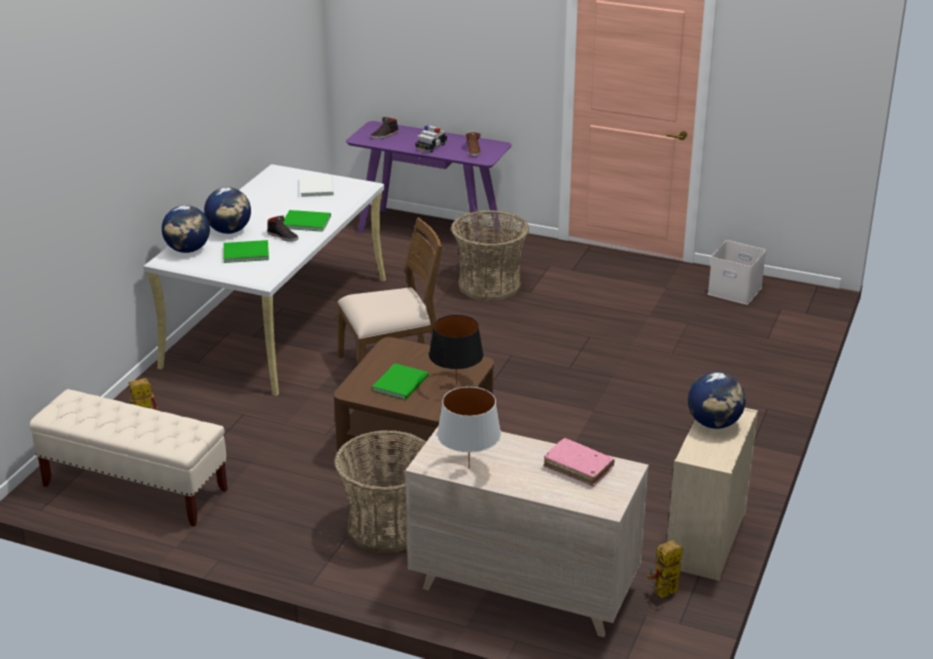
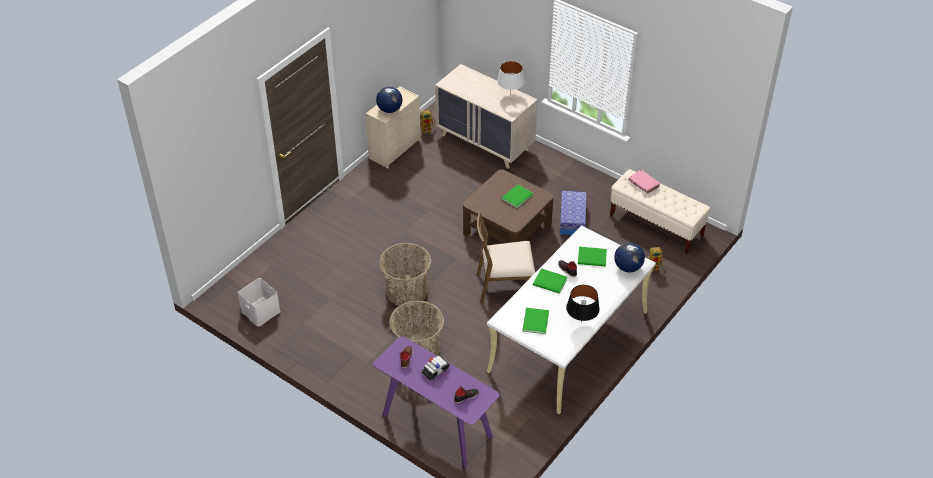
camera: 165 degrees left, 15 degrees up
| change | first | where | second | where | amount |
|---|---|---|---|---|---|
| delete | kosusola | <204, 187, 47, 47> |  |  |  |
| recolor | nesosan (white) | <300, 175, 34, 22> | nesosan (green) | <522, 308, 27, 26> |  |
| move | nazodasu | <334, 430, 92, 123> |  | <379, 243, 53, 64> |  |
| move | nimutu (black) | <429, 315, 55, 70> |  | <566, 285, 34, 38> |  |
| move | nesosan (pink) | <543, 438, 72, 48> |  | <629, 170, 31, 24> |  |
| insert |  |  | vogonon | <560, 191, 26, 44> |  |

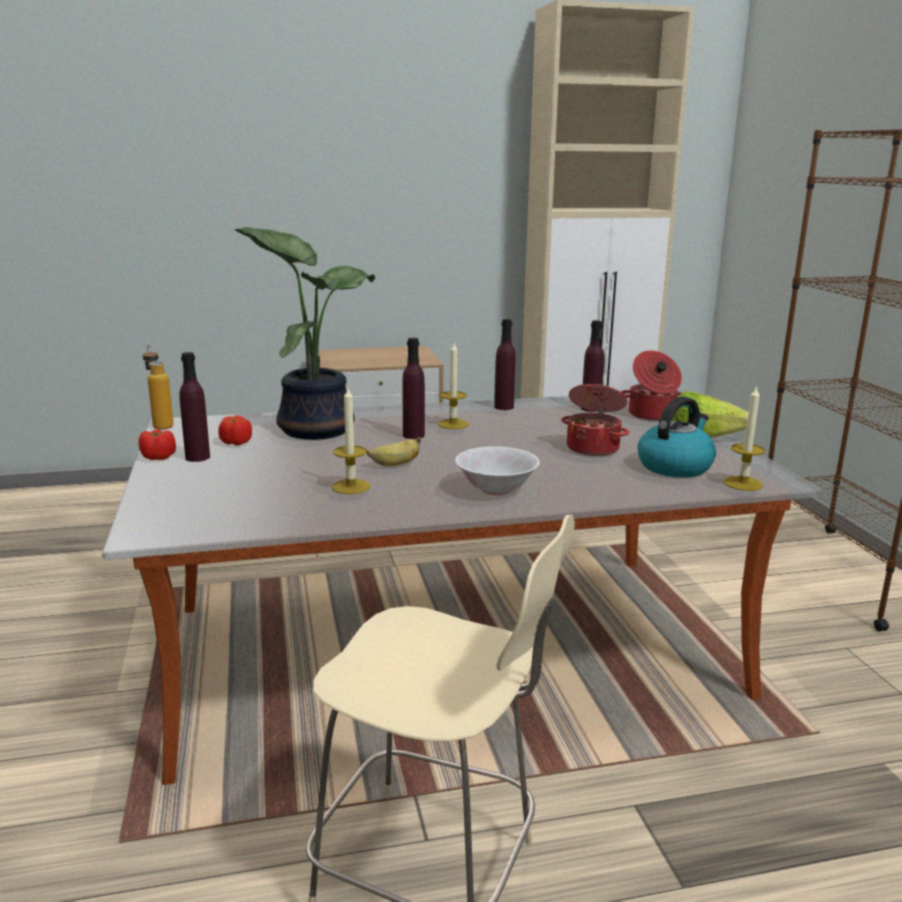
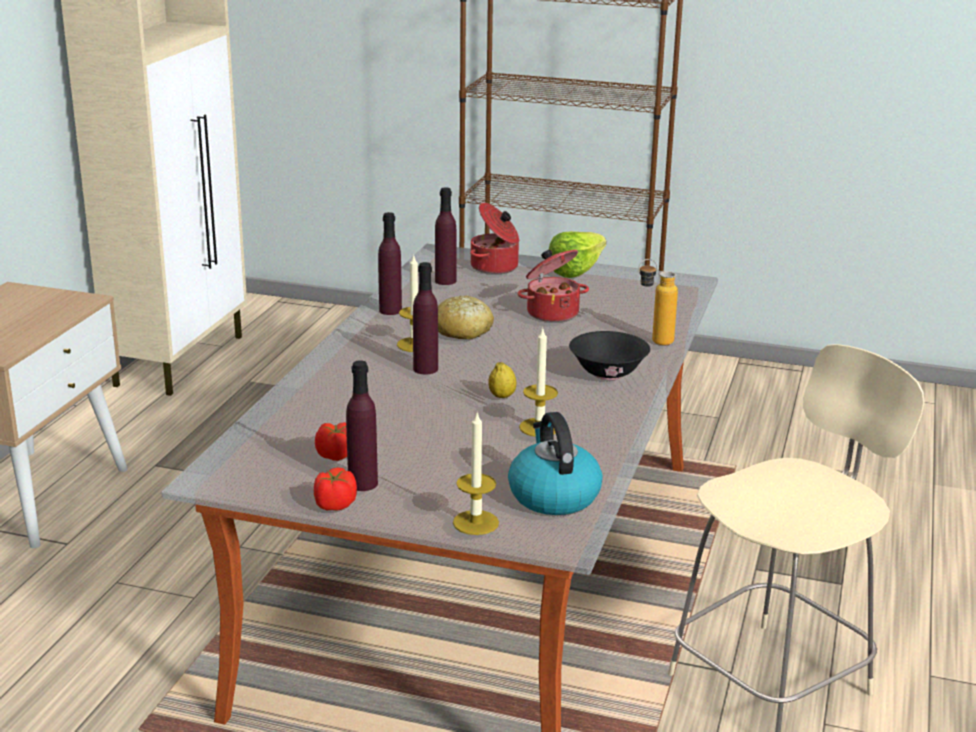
camera: 60 degrees left, 5 degrees up
| change | first | where | second | where | amount |
|---|---|---|---|---|---|
| move | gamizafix | <143, 345, 31, 84> |  | <638, 259, 40, 86> |  |
| delete | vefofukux | <234, 227, 141, 213> |  |  |  |
| replace | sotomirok | <367, 437, 54, 29> | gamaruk | <488, 362, 28, 36> |  |
| recolor | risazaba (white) | <455, 446, 85, 49> | risazaba (black) | <569, 331, 81, 49> |  |
| move | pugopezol | <637, 396, 79, 82> |  | <508, 412, 95, 103> |  |
| move | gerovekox | <724, 385, 41, 106> |  | <453, 411, 46, 124> |  |
| insert |  |  | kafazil | <438, 295, 56, 44> |  |

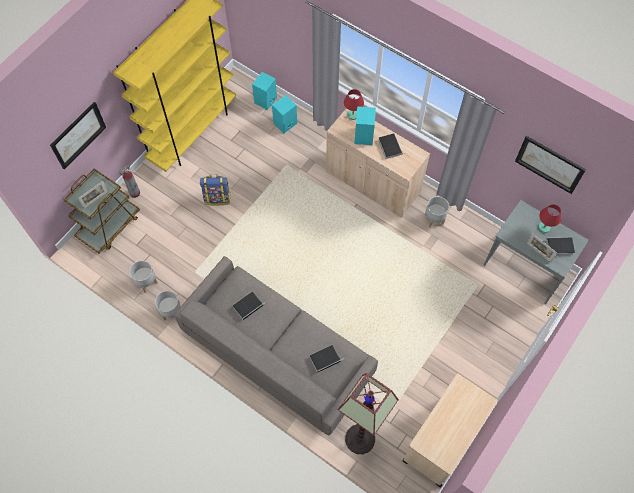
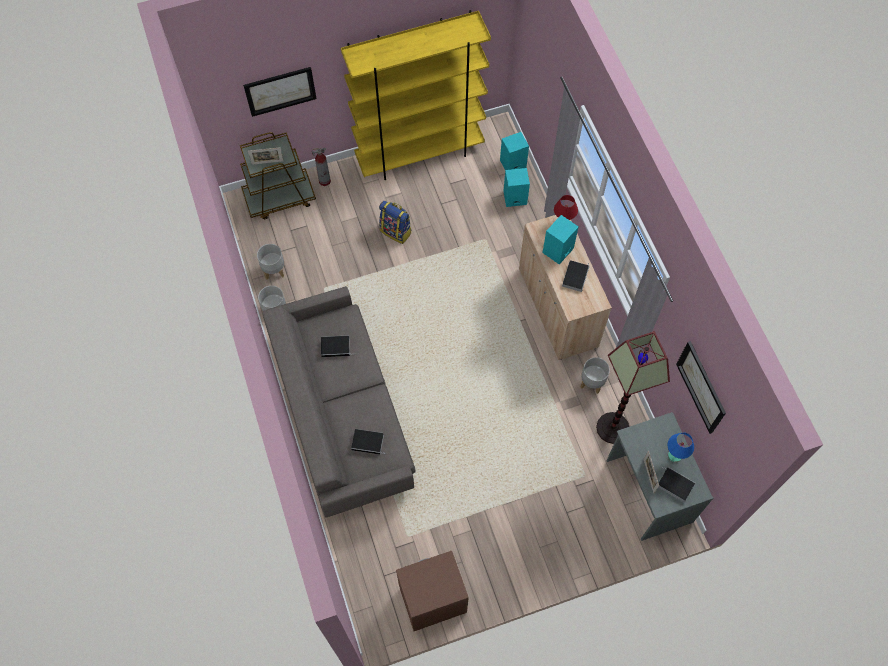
camera: 35 degrees right, 0 degrees up
| change | first | where | second | where | amount |
|---|---|---|---|---|---|
| move | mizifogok | <337, 373, 62, 81> |  | <596, 331, 74, 113> |  |
| replace | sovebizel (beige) | <402, 373, 96, 115> | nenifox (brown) | <396, 551, 73, 80> |  |
| recolor | nimutu (red) | <538, 204, 23, 29> | nimutu (blue) | <667, 432, 27, 30> |  |

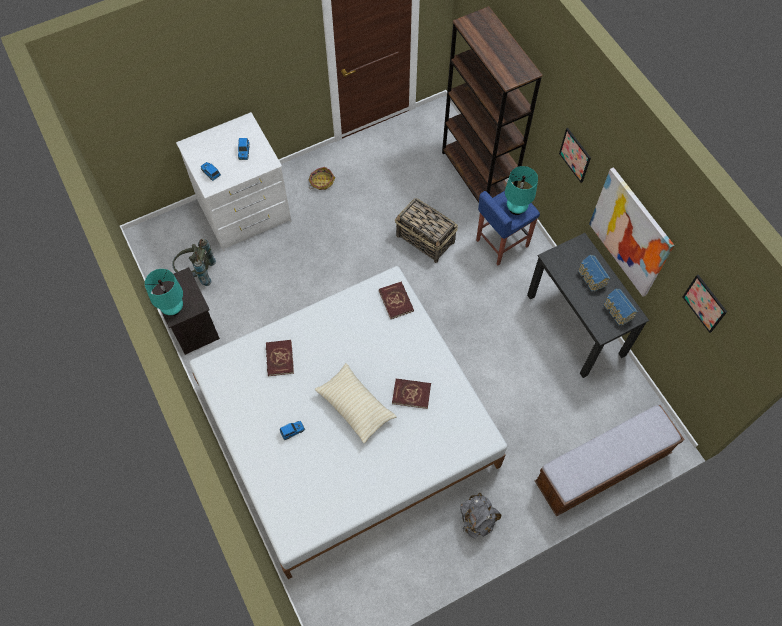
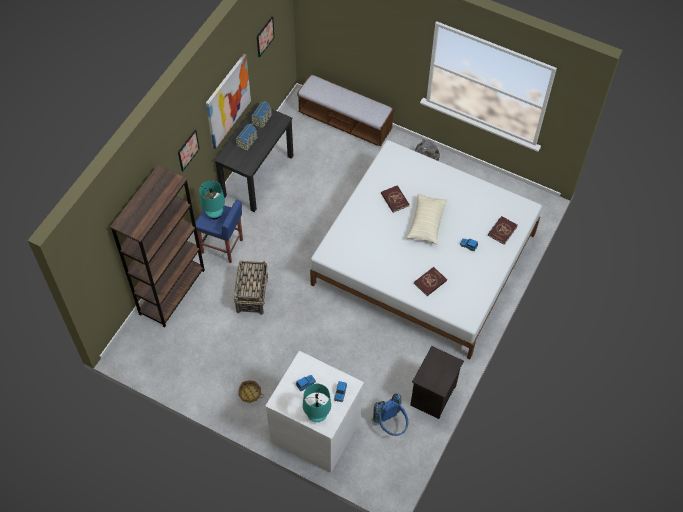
camera: 125 degrees left, 5 degrees down
| change | first | where | second | where | amount |
|---|---|---|---|---|---|
| move | nimutu (turquoise) | <145, 269, 38, 47> |  | <303, 384, 28, 38> |  |
| recolor | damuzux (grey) | <172, 239, 44, 47> | damuzux (blue) | <371, 393, 37, 43> |  |
| move | nesosan (red) | <379, 282, 35, 37> |  | <488, 216, 30, 29> |  |

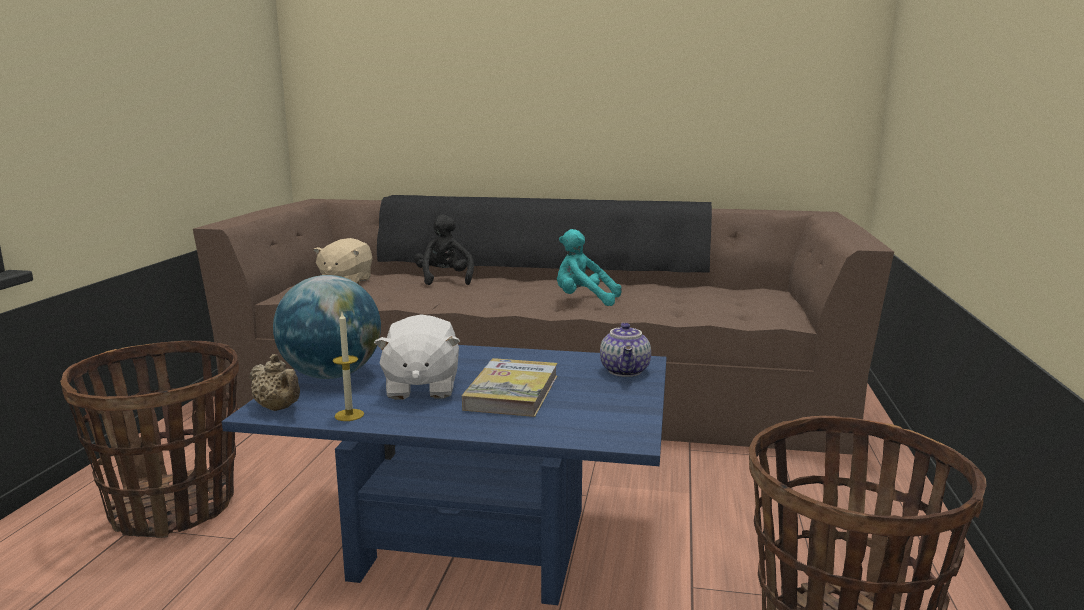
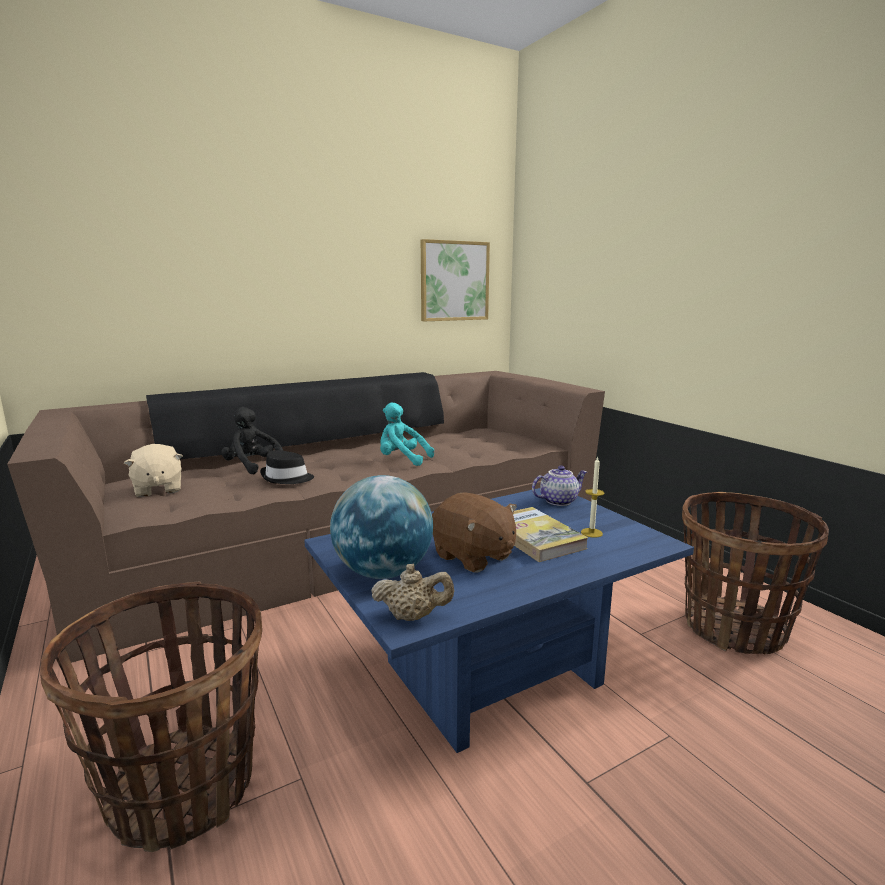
camera: 40 degrees left, 0 degrees up
| change | first | where | second | where | amount |
|---|---|---|---|---|---|
| move | gerovekox | <333, 312, 31, 109> |  | <581, 456, 23, 82> |  |
| recolor | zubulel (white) | <374, 314, 86, 86> | zubulel (brown) | <432, 492, 85, 81> |  |
| rotate | zubulel (turquoise) | <557, 229, 65, 77> |  | <380, 402, 54, 64> | 45 degrees clockwise |
| rotate | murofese | <600, 323, 51, 54> |  | <532, 466, 55, 40> | 75 degrees counterclockwise |
| insert |  |  | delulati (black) | <260, 450, 54, 34> |  |
| insert |  |  | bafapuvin | <421, 239, 69, 82> |  |

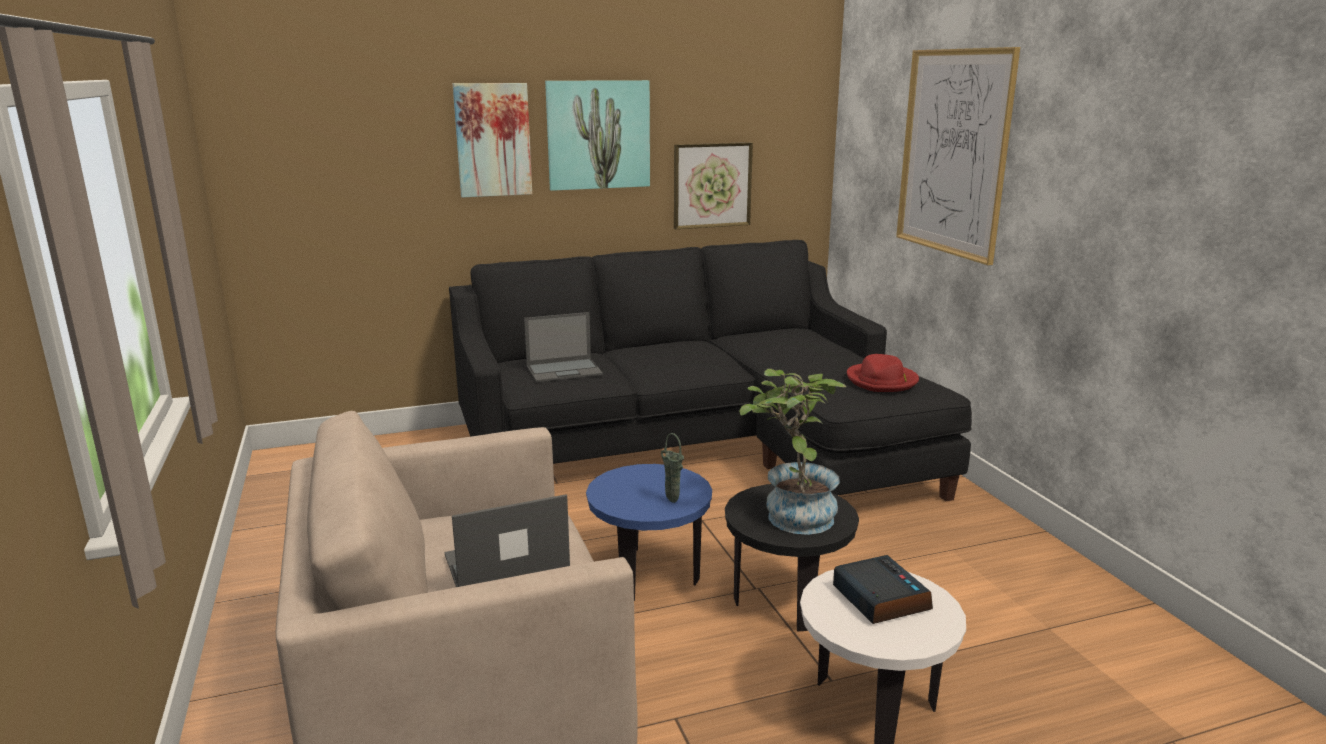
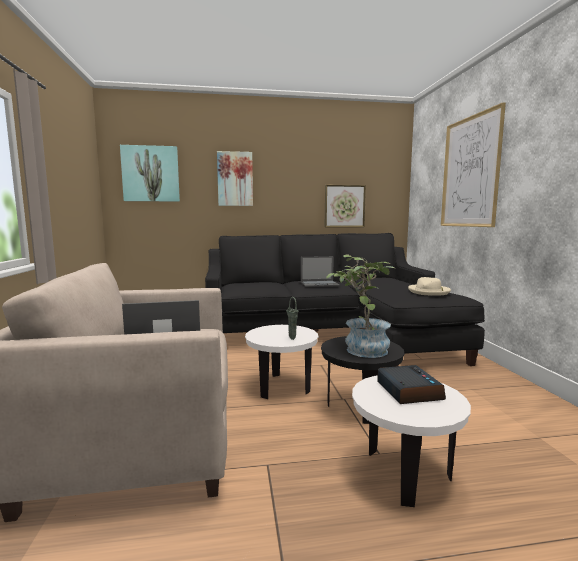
camera: 10 degrees right, 10 degrees down
| change | first | where | second | where | amount |
|---|---|---|---|---|---|
| move | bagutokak | <524, 312, 79, 70> |  | <301, 256, 39, 31> |  |
| move | bafapuvin | <545, 80, 105, 111> |  | <120, 145, 60, 57> |  |
| recolor | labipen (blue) | <586, 464, 126, 137> | labipen (white) | <245, 325, 73, 74> |  |
| recolor | delulati (red) | <847, 354, 72, 38> | delulati (beige) | <408, 277, 43, 19> |  |

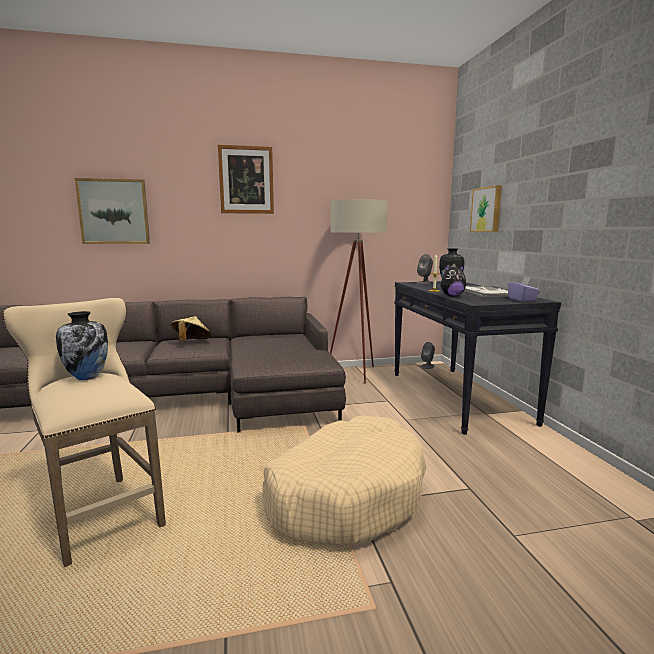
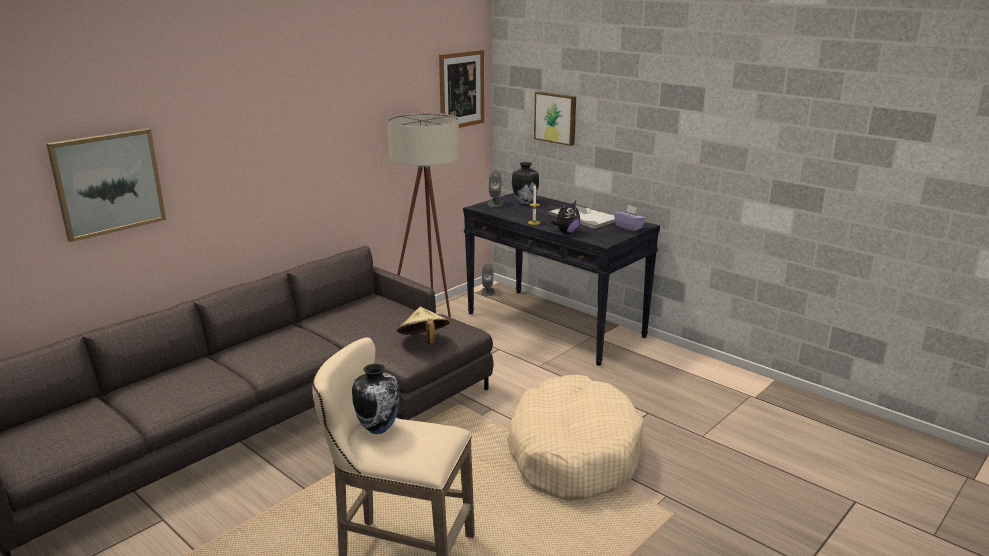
camera: 35 degrees left, 10 degrees up
| change | first | where | second | where | amount |
|---|---|---|---|---|---|
| move | delulati (beige) | <171, 316, 40, 25> |  | <397, 307, 53, 37> |  |
| move | bafapuvin | <218, 145, 56, 69> |  | <439, 50, 45, 78> |  |

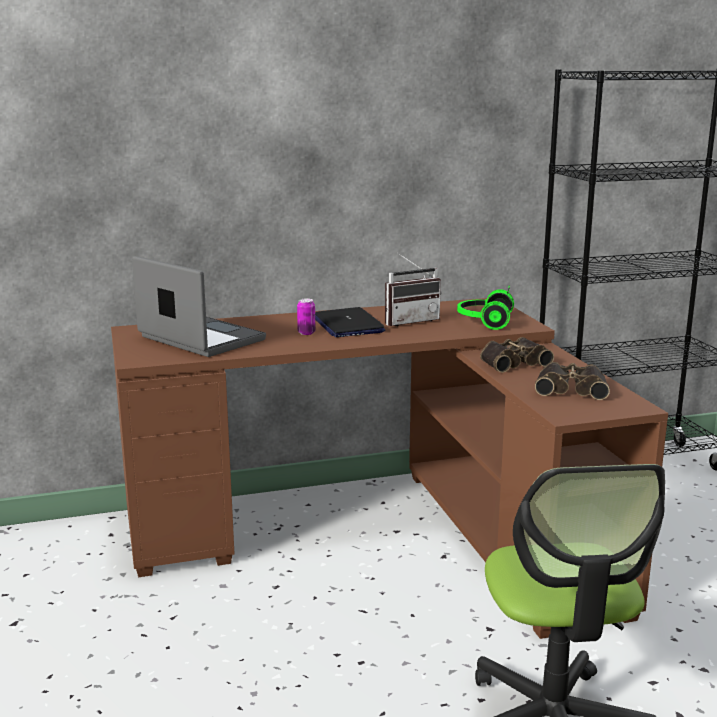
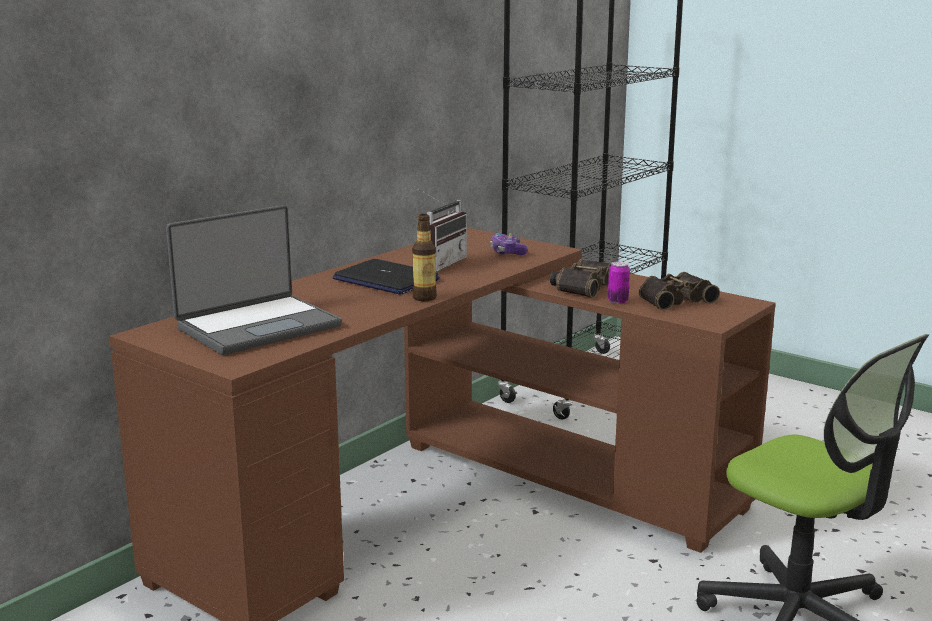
camera: 35 degrees left, 0 degrees up
| change | first | where | second | where | amount |
|---|---|---|---|---|---|
| rotate | bagutokak | <132, 256, 134, 101> |  | <166, 205, 176, 150> | 135 degrees clockwise |
| move | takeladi | <297, 299, 18, 36> |  | <608, 261, 22, 43> |  |
| replace | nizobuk | <457, 285, 57, 45> | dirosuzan | <490, 233, 38, 22> |  |
| insert |  |  | gamizafix | <412, 214, 25, 87> |  |

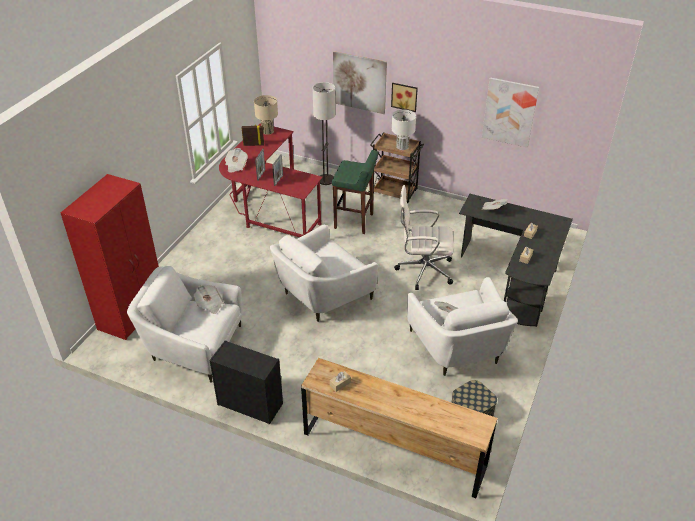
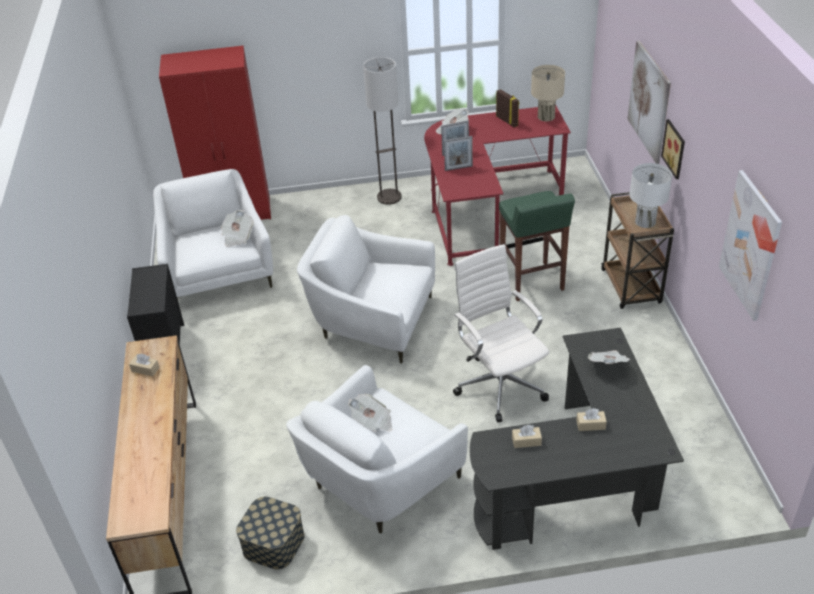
camera: 60 degrees right, 0 degrees up
| change | first | where | second | where | amount |
|---|---|---|---|---|---|
| move | mizifogok | <312, 82, 24, 103> |  | <363, 57, 39, 148> |  |

